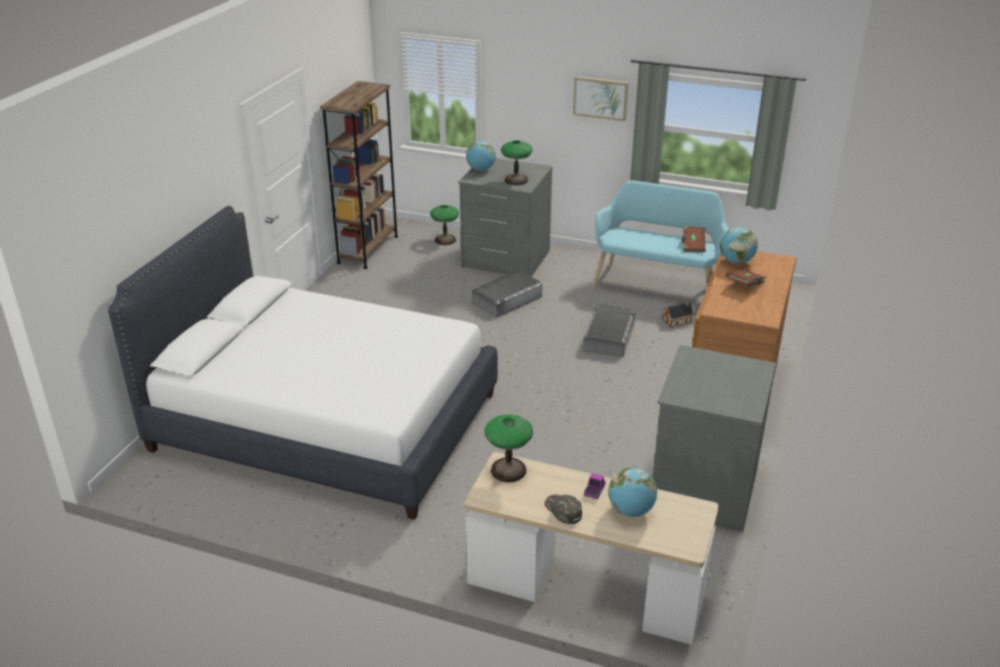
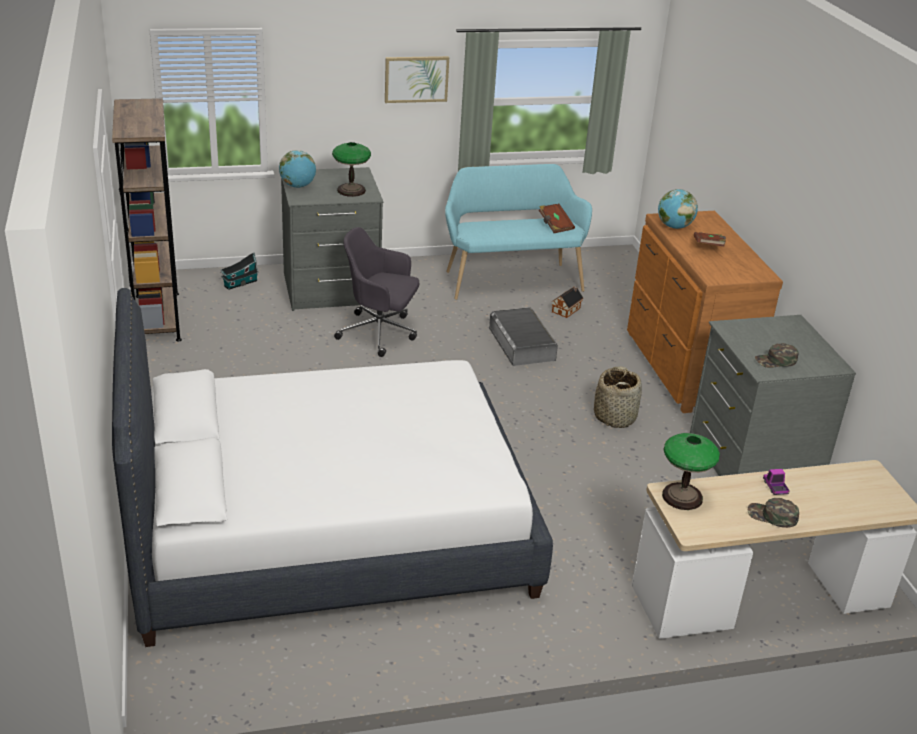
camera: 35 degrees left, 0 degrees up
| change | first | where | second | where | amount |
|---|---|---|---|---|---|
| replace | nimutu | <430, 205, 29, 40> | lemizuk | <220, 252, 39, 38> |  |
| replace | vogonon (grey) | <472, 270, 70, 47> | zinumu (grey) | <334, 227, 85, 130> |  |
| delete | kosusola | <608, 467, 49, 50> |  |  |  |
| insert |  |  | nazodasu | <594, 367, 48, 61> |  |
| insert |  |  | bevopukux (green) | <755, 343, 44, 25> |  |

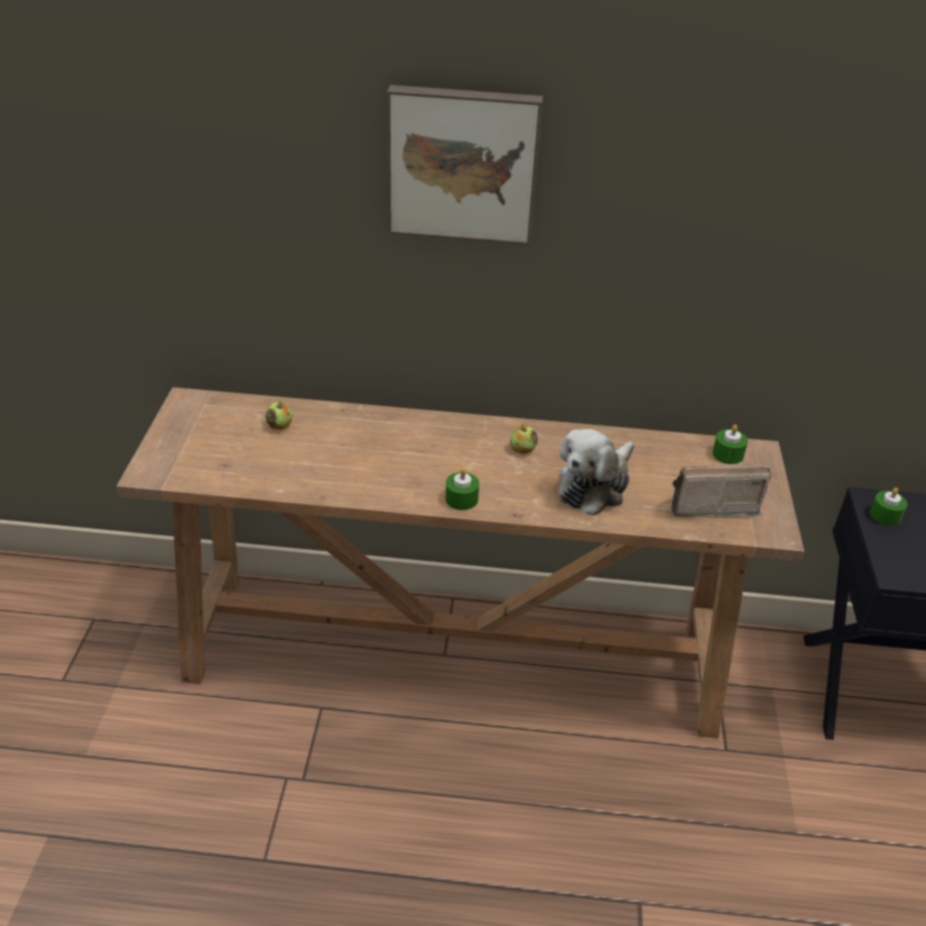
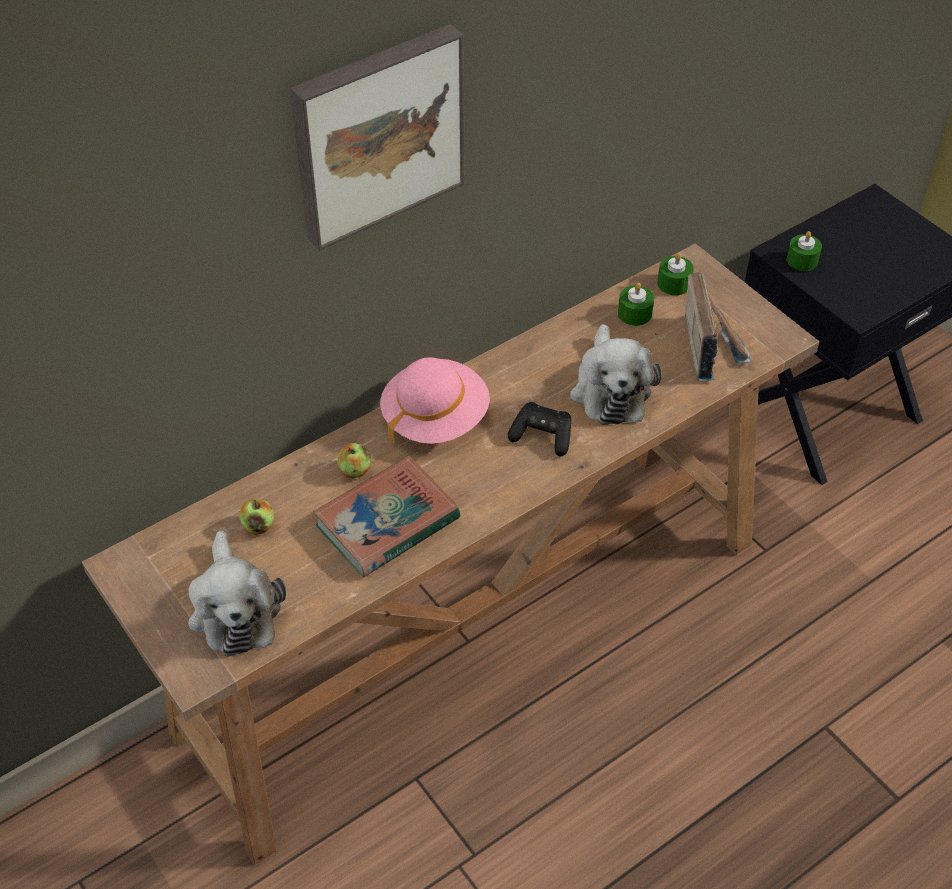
camera: 40 degrees left, 10 degrees up
| change | first | where | second | where | amount |
|---|---|---|---|---|---|
| move | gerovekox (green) | <445, 468, 34, 42> |  | <618, 283, 36, 43> |  |
| move | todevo | <510, 425, 28, 29> |  | <337, 443, 34, 35> |  |
| rotate | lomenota | <670, 465, 101, 52> |  | <685, 271, 68, 110> | 135 degrees clockwise |
| insert |  |  | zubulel | <188, 531, 98, 126> |  |
| insert |  |  | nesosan | <313, 456, 147, 121> |  |
| insert |  |  | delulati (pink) | <380, 357, 110, 87> |  |
| insert |  |  | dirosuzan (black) | <508, 402, 64, 54> |  |

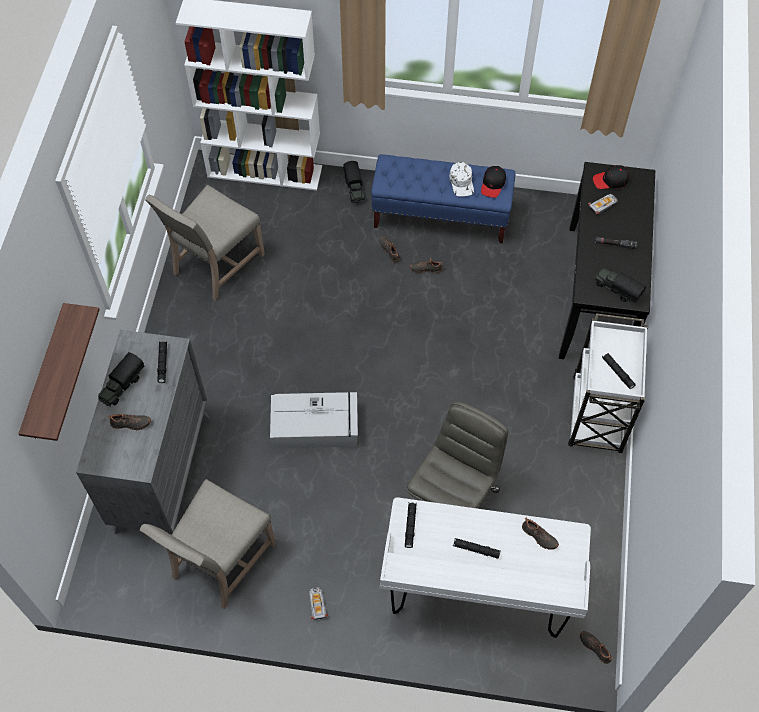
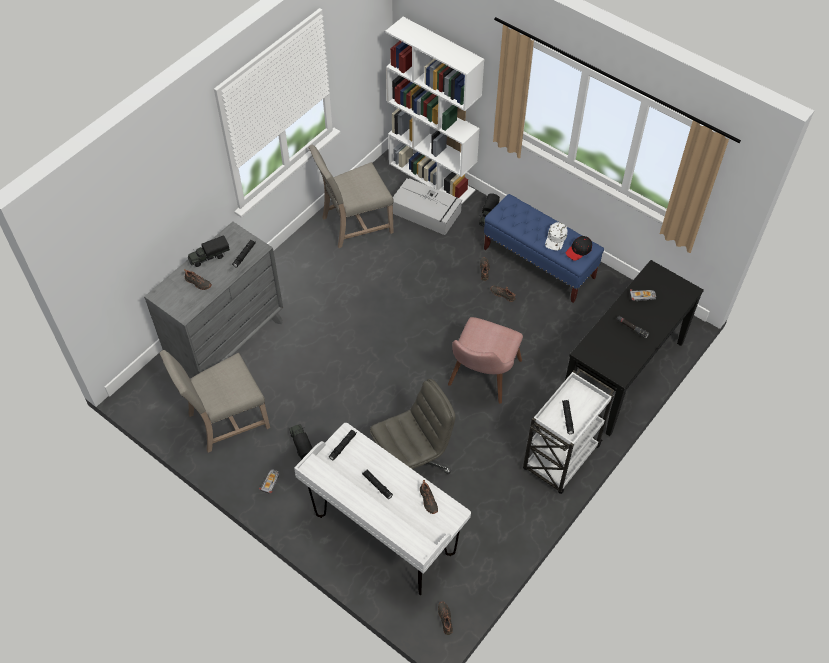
camera: 30 degrees right, 5 degrees down
| change | first | where | second | where | amount |
|---|---|---|---|---|---|
| delete | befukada | <18, 303, 82, 138> |  |  |  |
| move | vogonon (grey) | <270, 392, 88, 56> |  | <393, 178, 69, 57> |  |
| delete | bevopukux (black) | <593, 165, 36, 24> |  |  |  |
| move | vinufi | <594, 268, 52, 35> |  | <289, 424, 24, 36> |  |
| insert |  |  | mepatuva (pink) | <448, 317, 75, 87> |  |

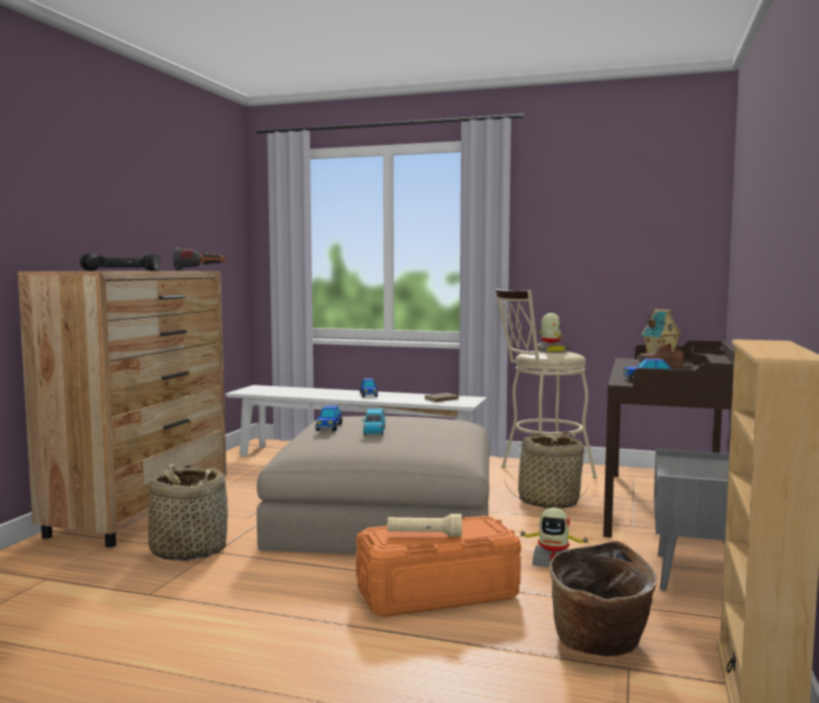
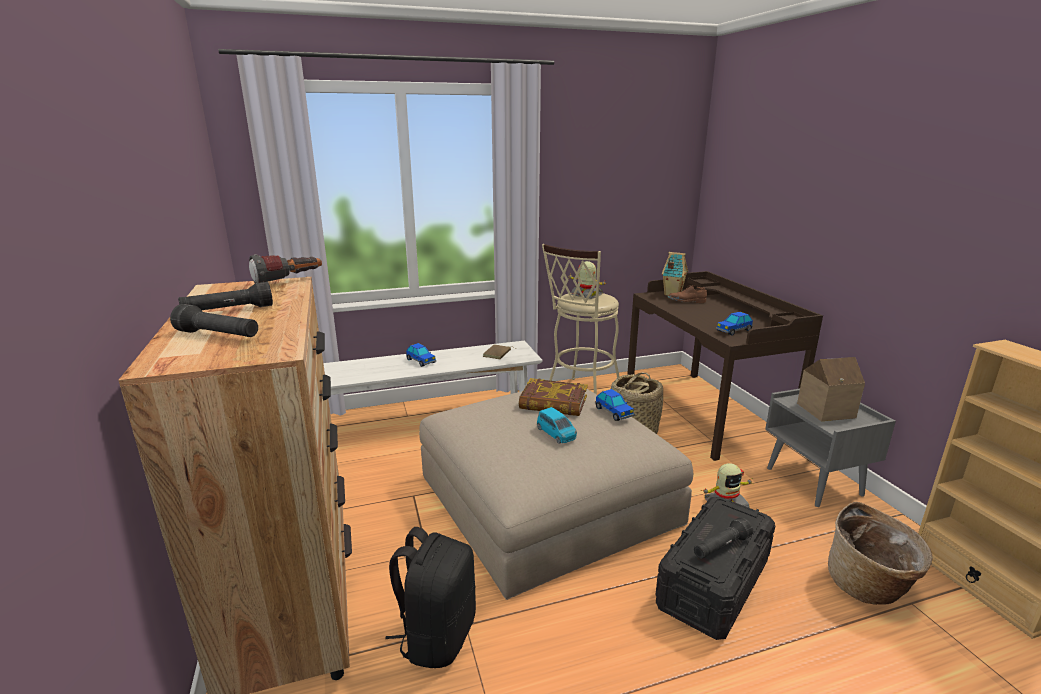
camera: 35 degrees left, 15 degrees up
| change | first | where | second | where | amount |
|---|---|---|---|---|---|
| replace | nazodasu | <148, 464, 80, 97> | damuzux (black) | <385, 527, 91, 141> |  |
| move | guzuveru | <315, 405, 27, 26> |  | <595, 389, 39, 32> |  |
| recolor | vogonon (orange) | <356, 516, 165, 101> | vogonon (black) | <655, 497, 120, 143> |  |
| recolor | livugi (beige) | <387, 514, 75, 23> | livugi (black) | <694, 517, 59, 42> |  |
| insert |  |  | nesosan | <519, 378, 69, 38> |  |
| insert |  |  | lemizuk | <797, 357, 68, 64> |  |

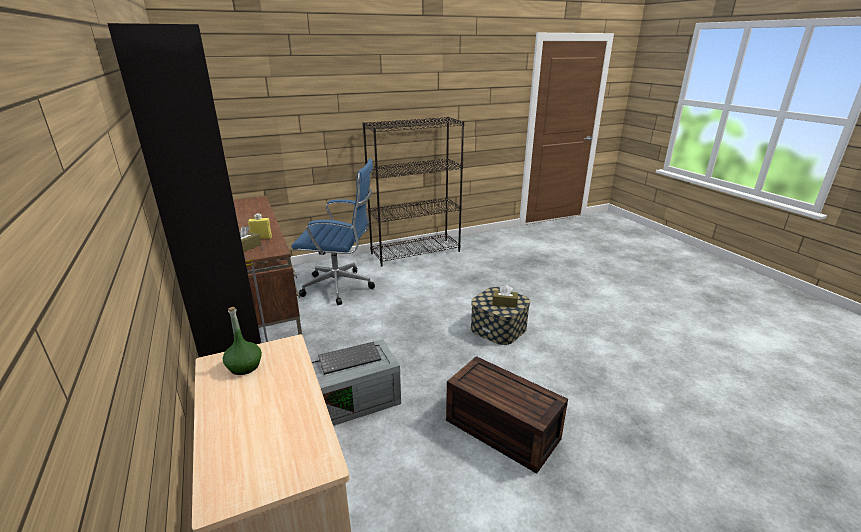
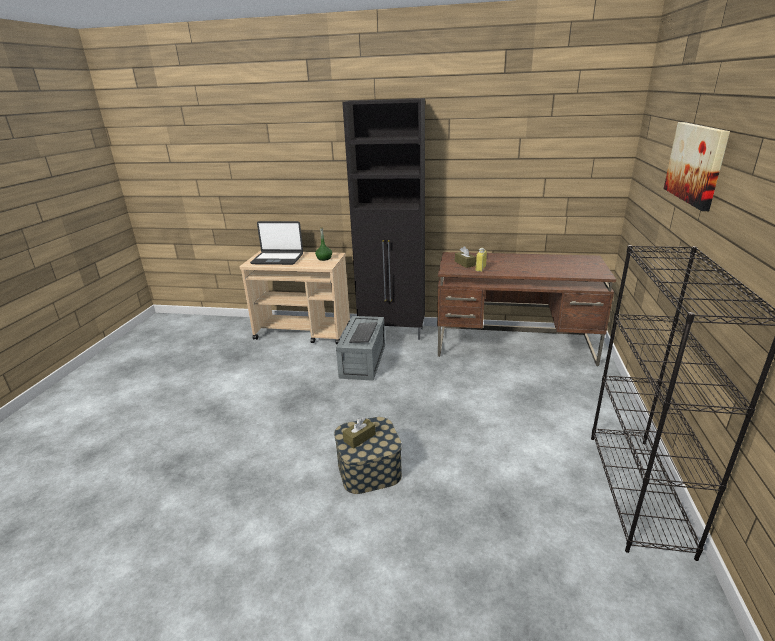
camera: 125 degrees right, 0 degrees up
| change | first | where | second | where | amount |
|---|---|---|---|---|---|
| delete | zinumu (blue) | <291, 159, 84, 146> |  |  |  |
| delete | vogonon (brown) | <446, 356, 122, 118> |  |  |  |
| insert |  |  | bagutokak | <250, 221, 53, 44> |  |
| insert |  |  | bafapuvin | <664, 122, 66, 89> |  |

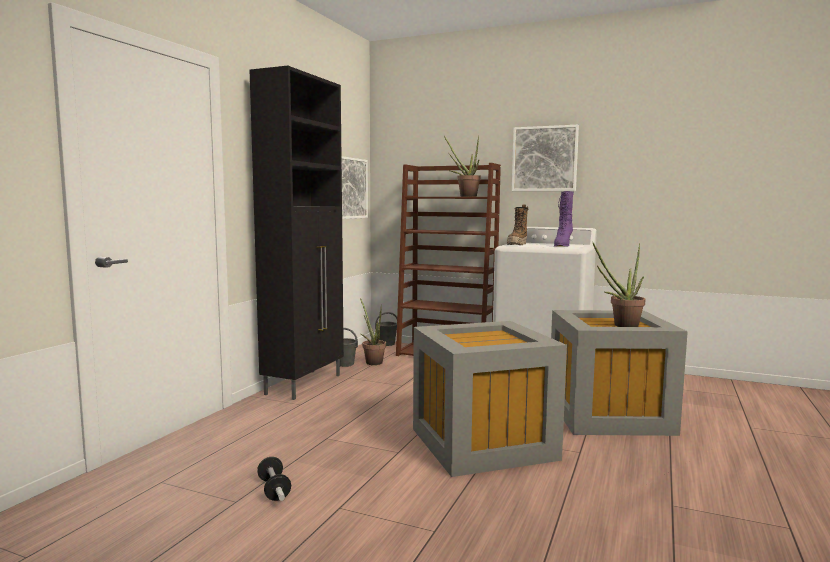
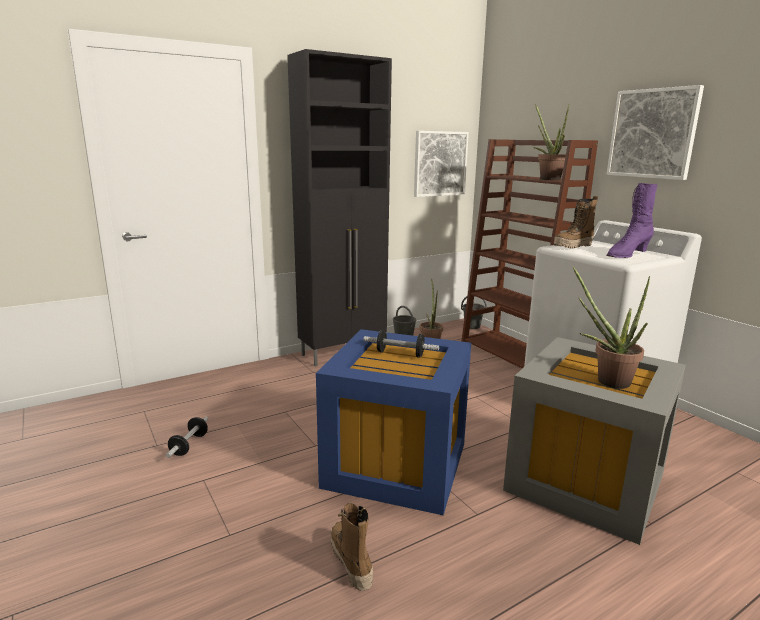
camera: 35 degrees right, 10 degrees up
| change | first | where | second | where | amount |
|---|---|---|---|---|---|
| recolor | vogonon (grey) | <413, 321, 154, 156> | vogonon (blue) | <316, 329, 155, 186> |  |
| insert |  |  | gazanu | <331, 503, 42, 88> |  |
| insert |  |  | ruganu | <364, 329, 75, 29> |  |

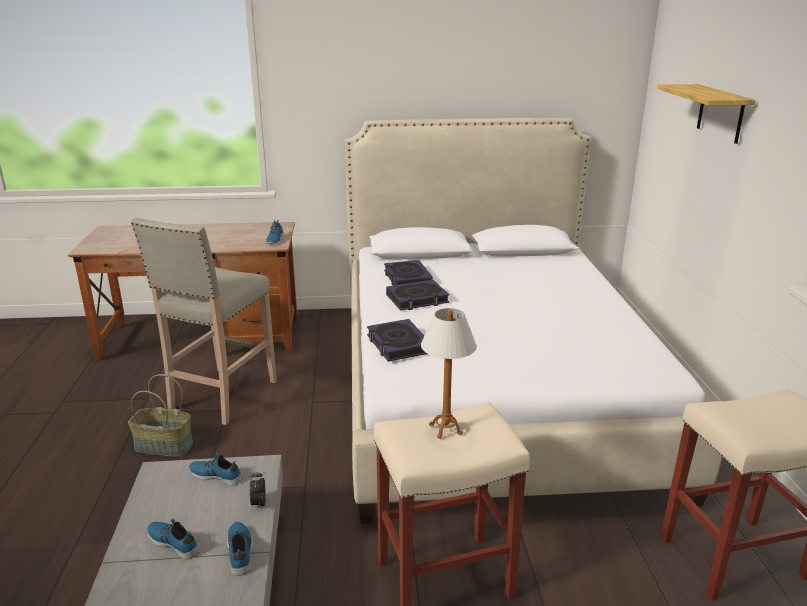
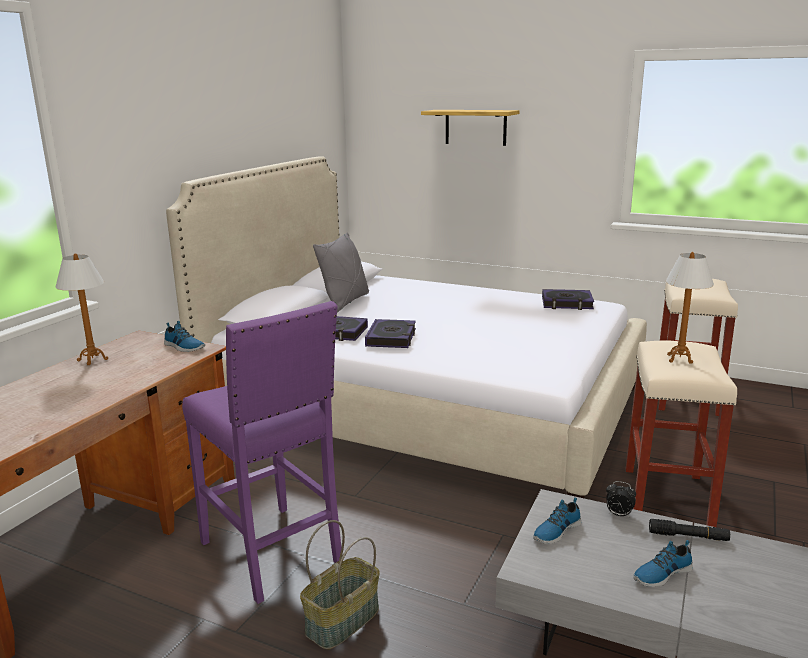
camera: 60 degrees left, 5 degrees down
| change | first | where | second | where | amount |
|---|---|---|---|---|---|
| recolor | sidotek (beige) | <131, 218, 146, 207> | sidotek (purple) | <182, 301, 160, 303> |  |
| replace | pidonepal | <227, 522, 27, 54> | livugi (black) | <649, 519, 81, 22> |  |
| move | nesosan | <367, 319, 60, 43> |  | <542, 289, 52, 21> |  |
| insert |  |  | nimutu | <56, 253, 52, 112> |  |
| insert |  |  | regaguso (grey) | <313, 232, 56, 80> |  |

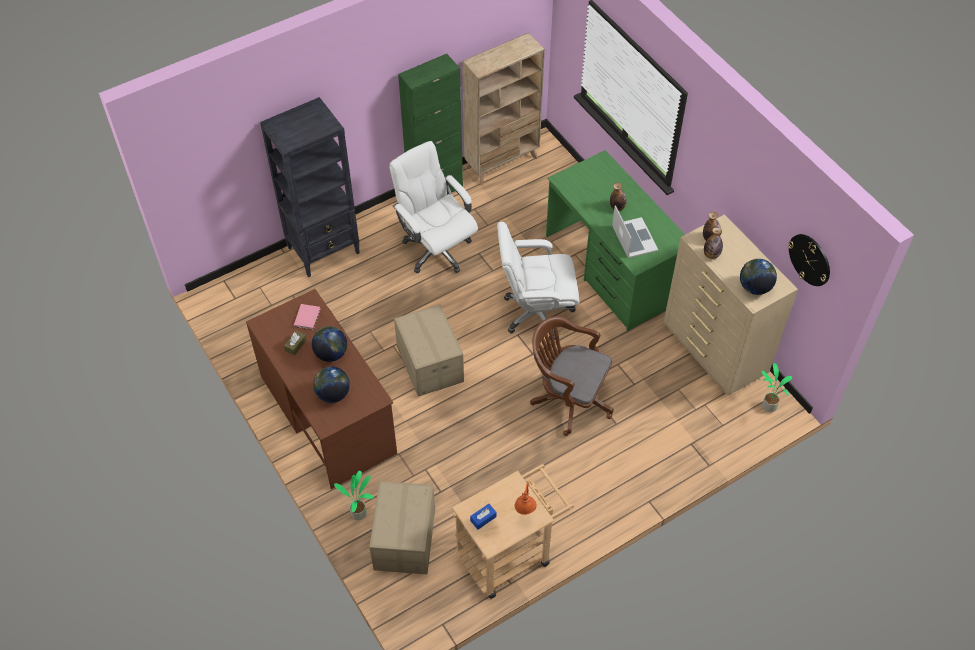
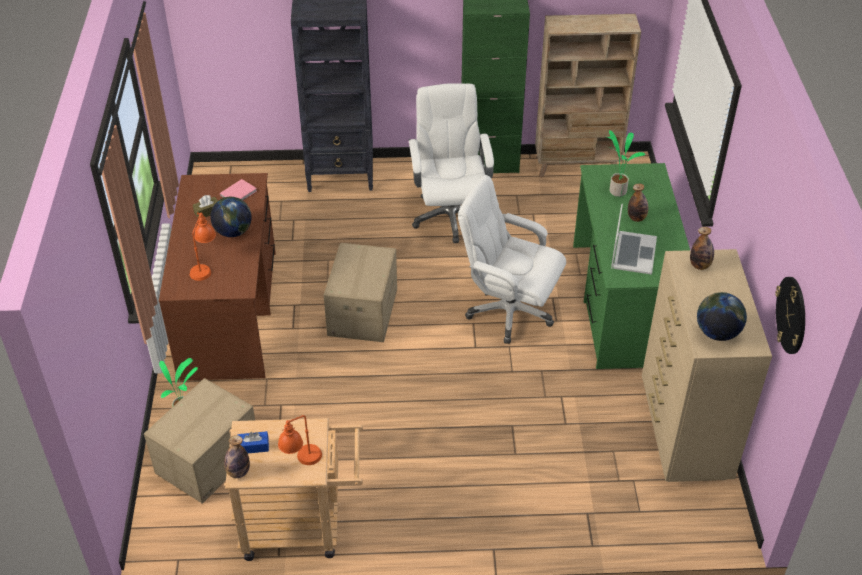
camera: 30 degrees right, 10 degrees down
| change | first | where | second | where | amount |
|---|---|---|---|---|---|
| replace | kosusola | <313, 366, 37, 37> | nimutu (orange) | <190, 212, 26, 69> |  |
| delete | zinumu (brown) | <530, 316, 84, 120> |  |  |  |
| move | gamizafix | <704, 227, 19, 32> |  | <224, 435, 26, 43> |  |
| move | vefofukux | <761, 363, 31, 49> |  | <608, 130, 38, 67> |  |

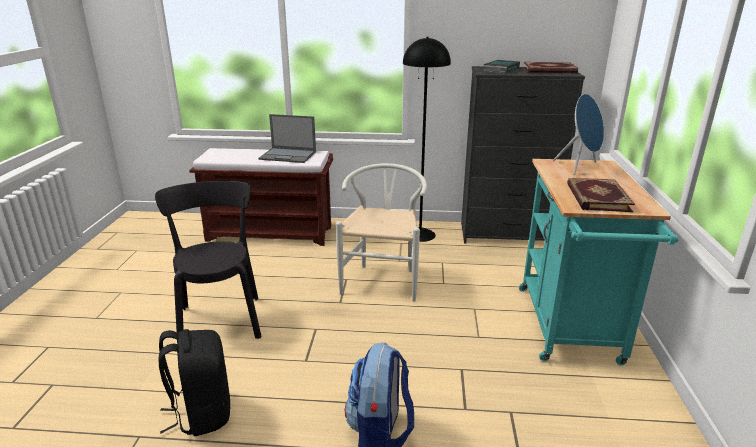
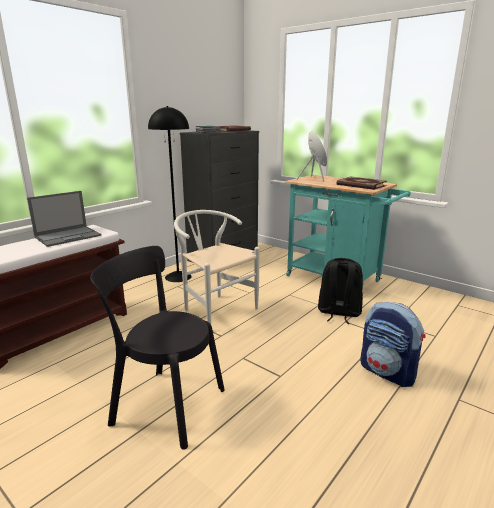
camera: 55 degrees left, 5 degrees down
| change | first | where | second | where | amount |
|---|---|---|---|---|---|
| move | damuzux (black) | <159, 329, 72, 107> |  | <318, 258, 45, 66> |  |

